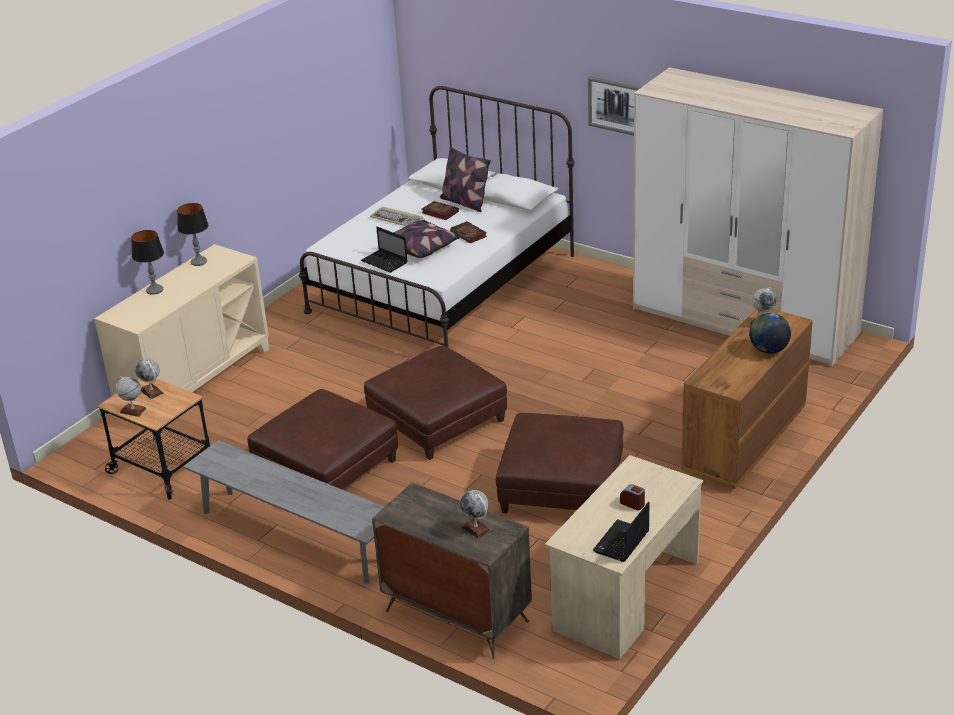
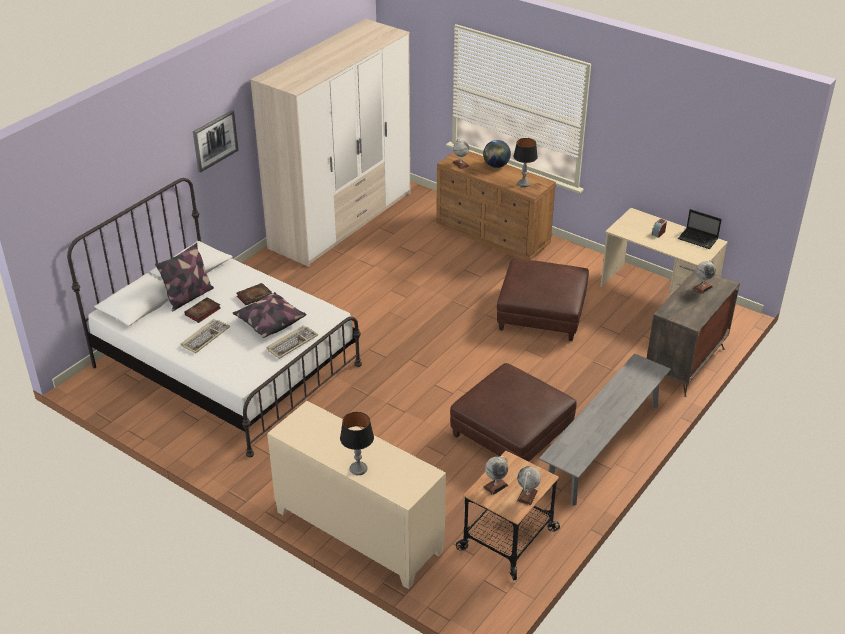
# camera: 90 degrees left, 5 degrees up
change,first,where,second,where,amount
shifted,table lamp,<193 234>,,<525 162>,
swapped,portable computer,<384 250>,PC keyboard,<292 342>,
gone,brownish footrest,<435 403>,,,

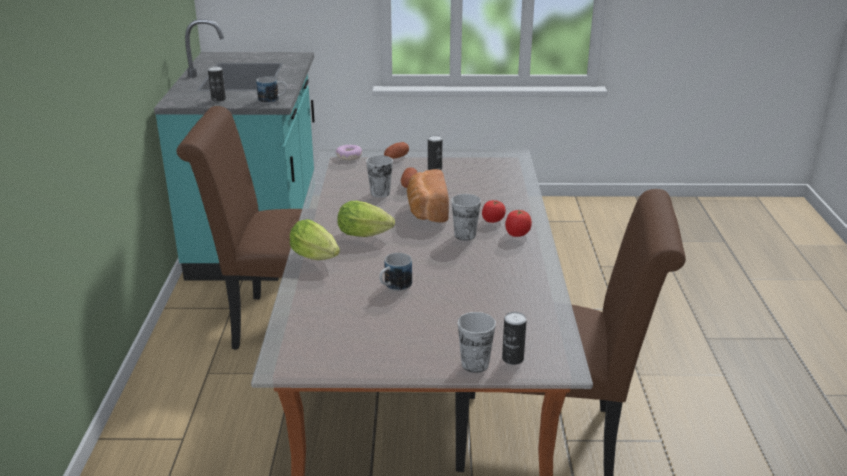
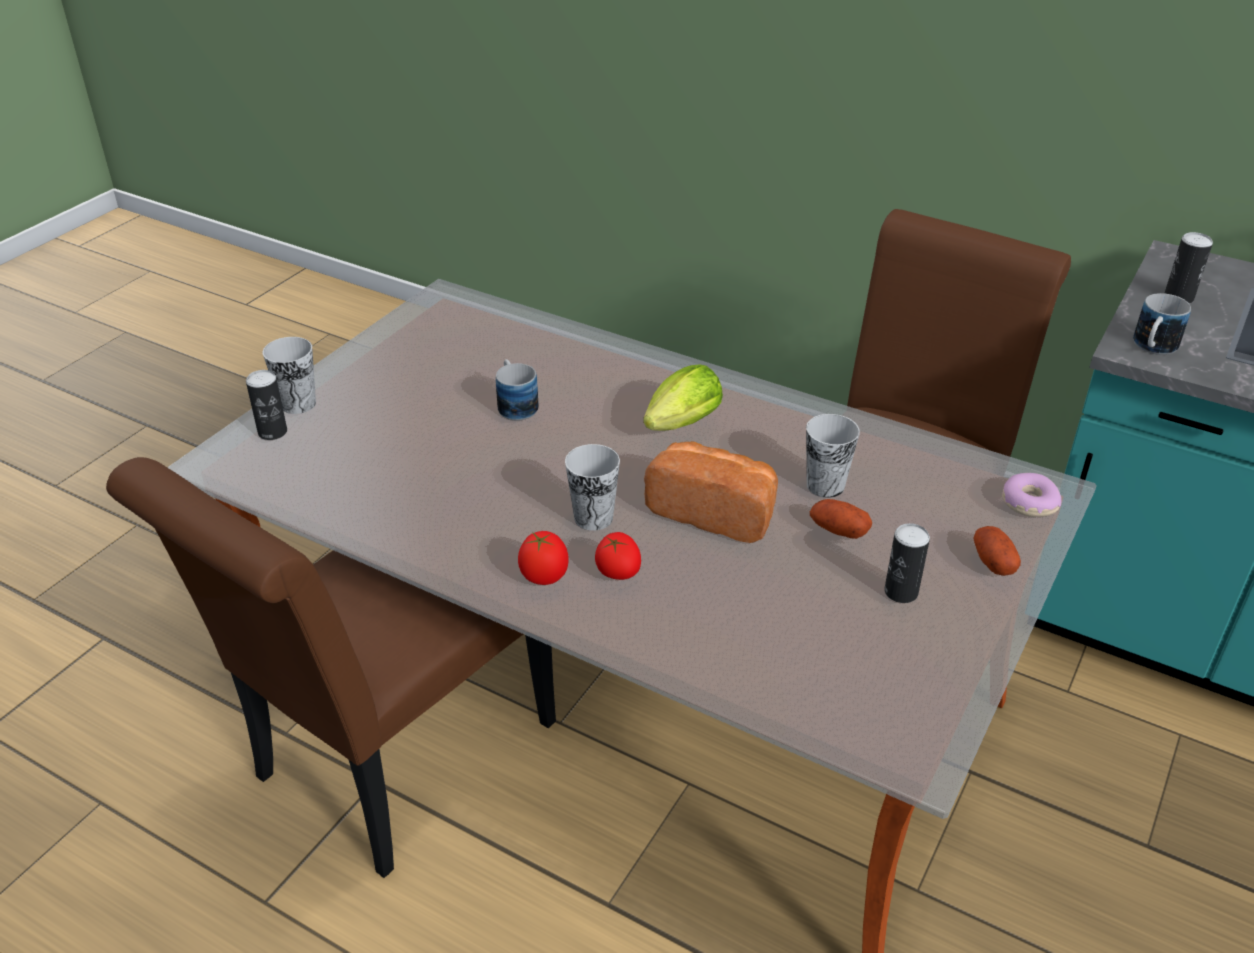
# camera: 120 degrees right, 10 degrees up
change,first,where,second,where,amount
gone,lettuce head,<315 239>,,,

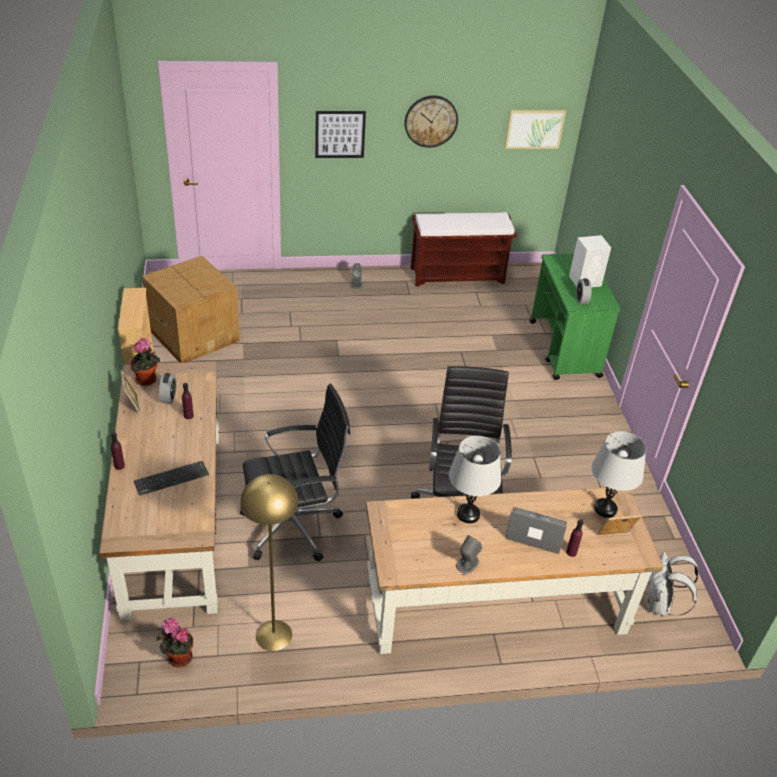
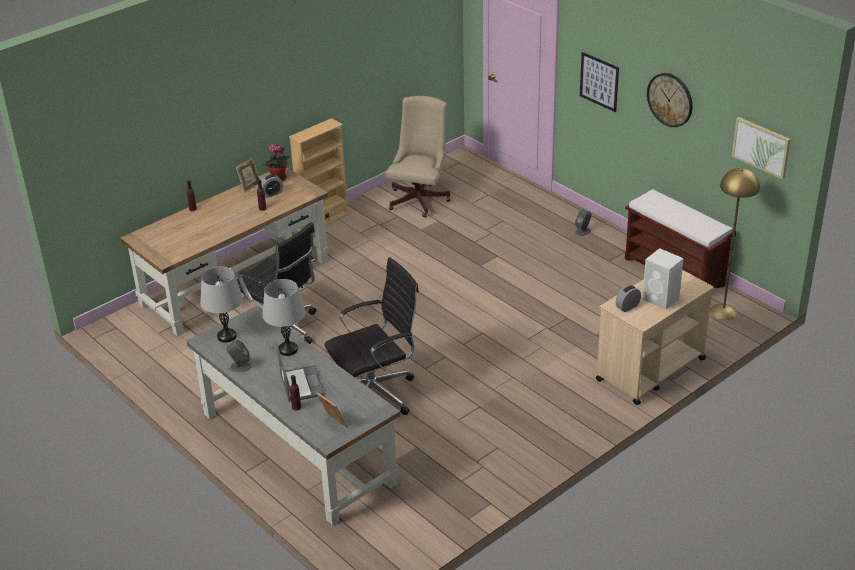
# camera: 60 degrees right, 5 degrees down
change,first,where,second,where,amount
gone,PC keyboard,<171 478>,,,
swapped,carton,<191 309>,beige-coloured desk chair,<418 156>,
gone,plant in a pot,<174 643>,,,
shifted,yellow standing lamp,<269 562>,,<735 244>,
repainted,brownish desk table,<514 570>,greyish desk table,<293 415>,
repainted,greenish wheeled cart,<574 317>,beige-coloured wheeled cart,<655 337>,
shifted,greyish table lamp,<619 474>,,<221 305>,
gone,white-coloured backpack,<673 584>,,,

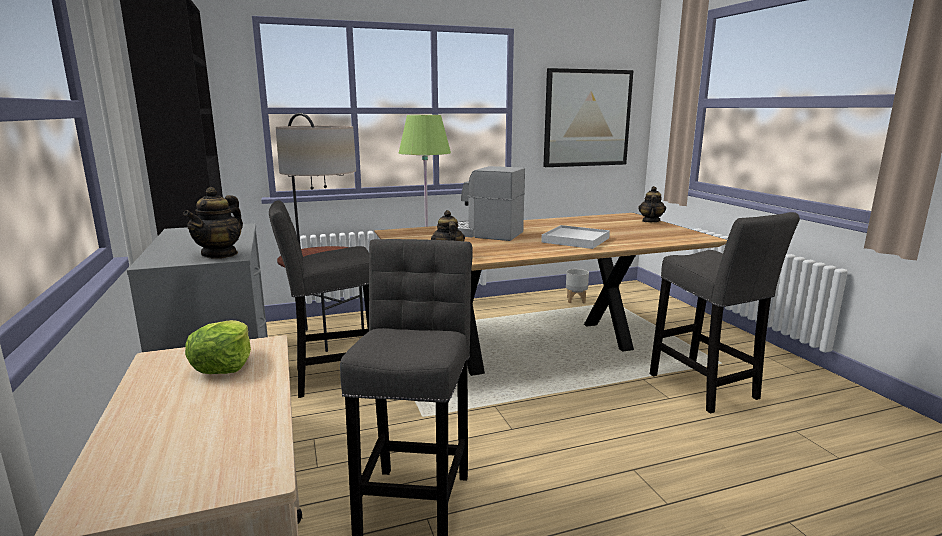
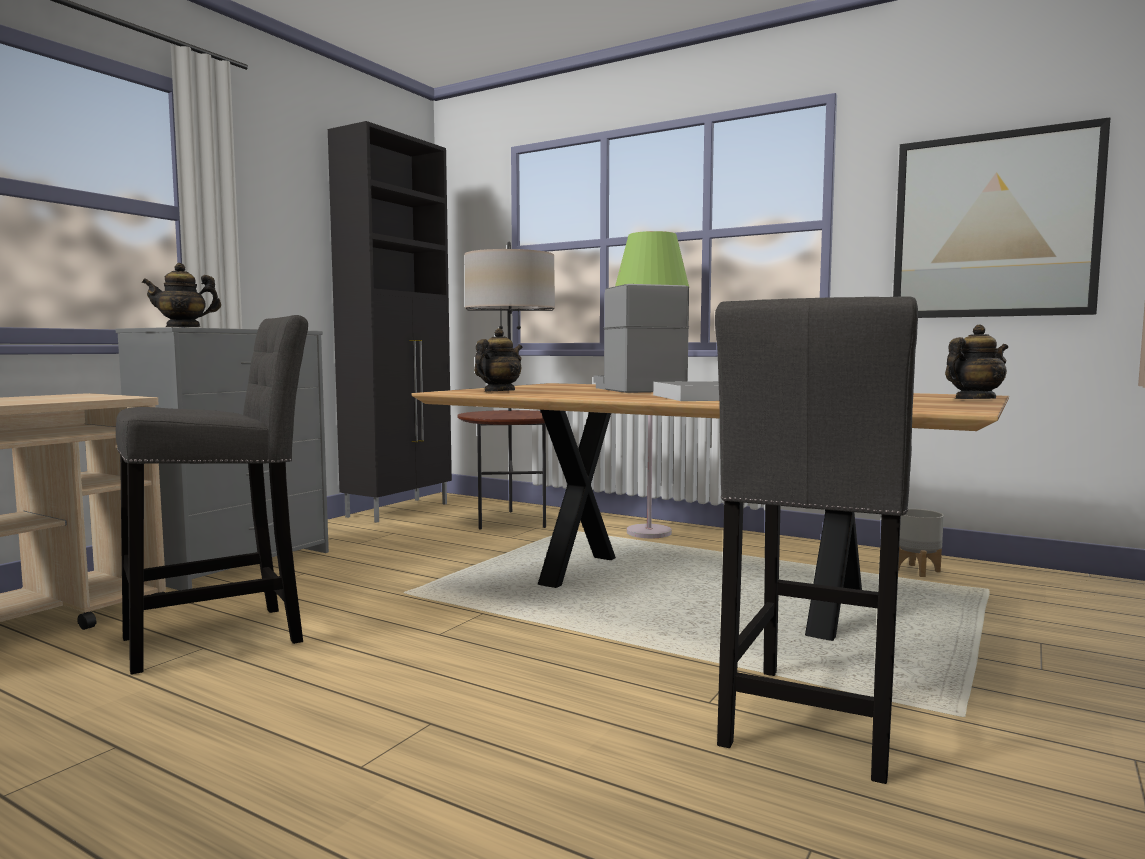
# camera: 50 degrees right, 10 degrees down
change,first,where,second,where,amount
gone,lettuce head,<218 347>,,,
gone,greyish stool,<319 299>,,,

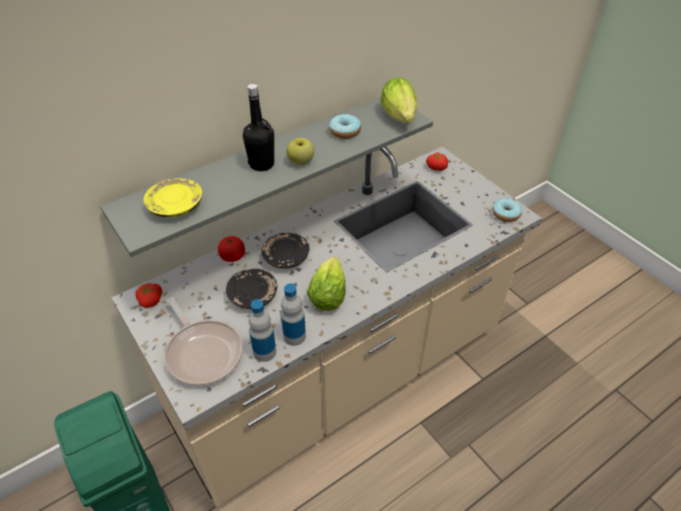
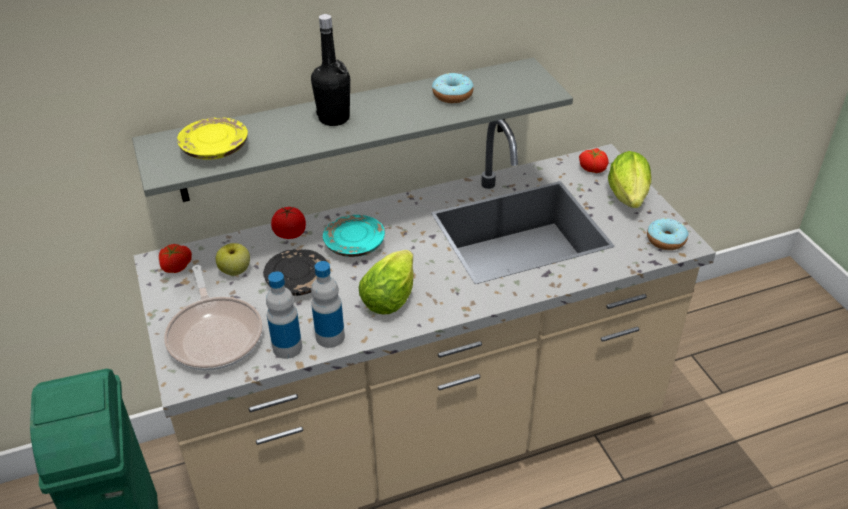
# camera: 15 degrees right, 5 degrees down
change,first,where,second,where,amount
repainted,black flat dish,<285 251>,turquoise-coloured flat dish,<354 236>,
shifted,whole apple,<300 151>,,<233 259>,
shifted,lettuce head,<399 100>,,<629 179>,

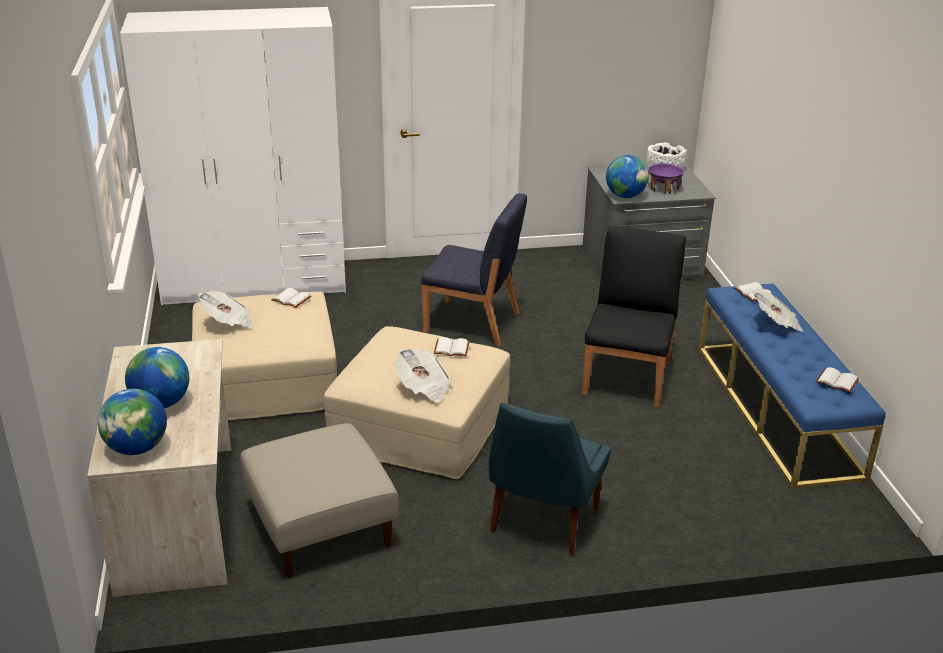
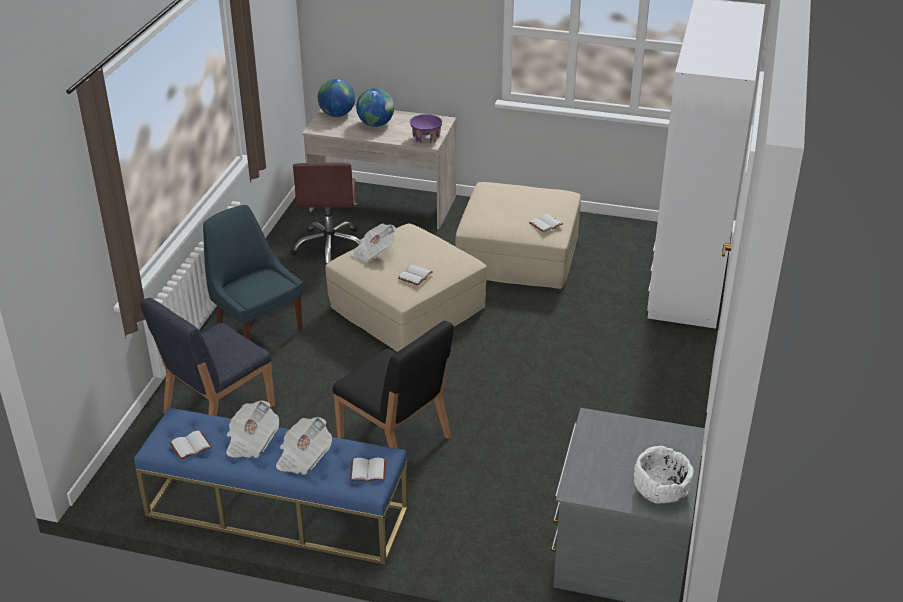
# camera: 115 degrees right, 5 degrees up
change,first,where,second,where,amount
shifted,newspaper,<225 309>,,<252 429>,
swapped,beige-coloured footrest,<319 500>,brownish desk chair,<325 215>,
shifted,bluish plain chair,<474 269>,,<207 357>,
gone,desk globe,<627 176>,,,
shifted,purple-coloured bowl,<666 178>,,<426 128>,

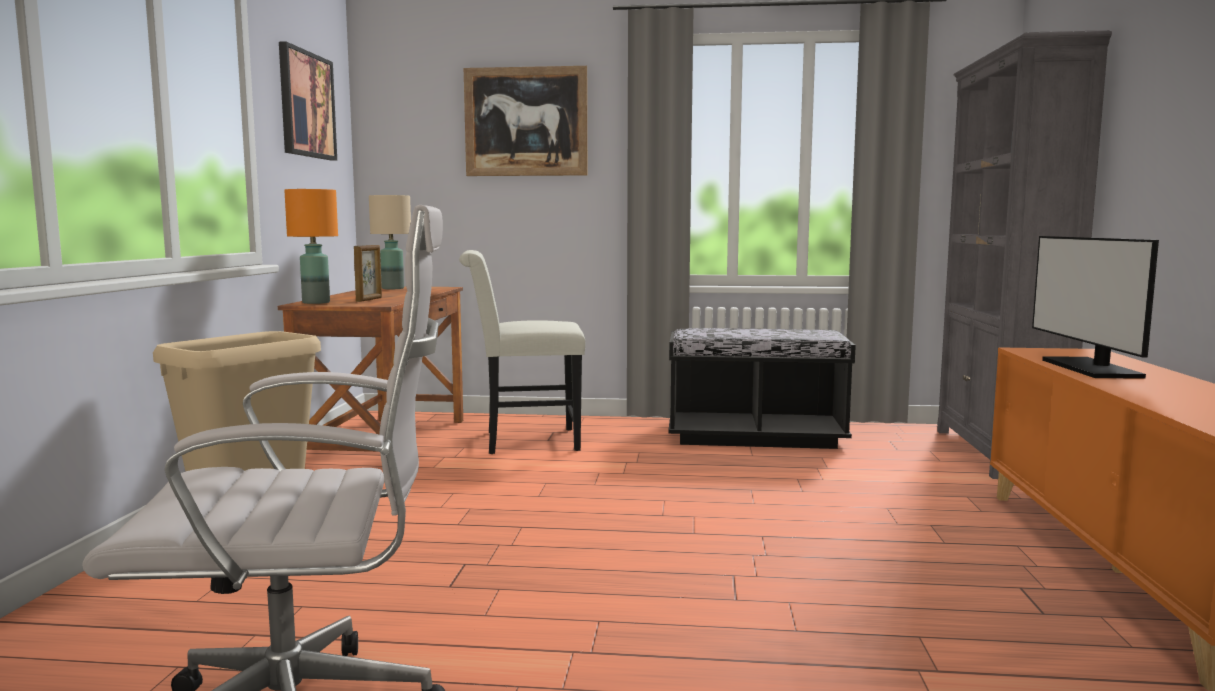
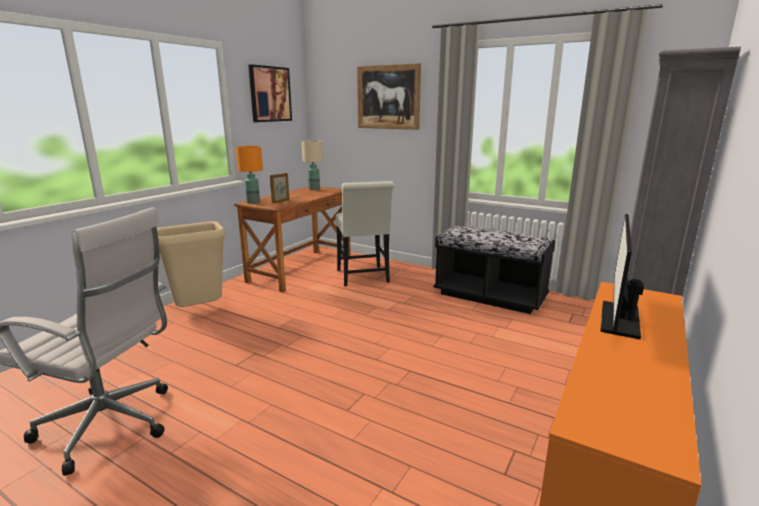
# camera: 25 degrees right, 10 degrees up
change,first,where,second,where,amount
rotated,white-coloured plain chair,<522 352>,,<365 233>,120 degrees counterclockwise

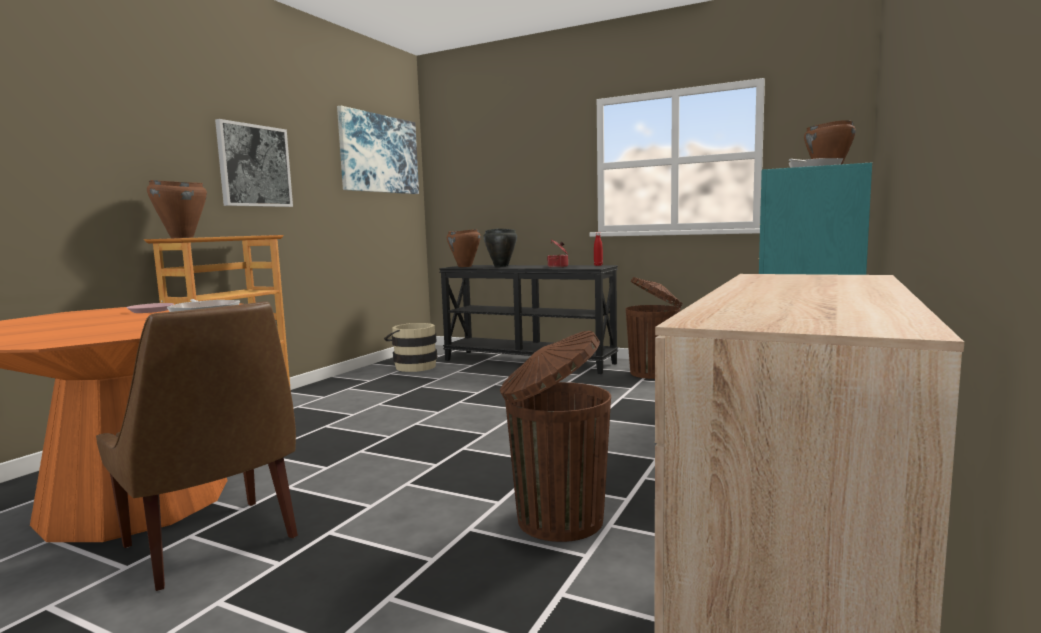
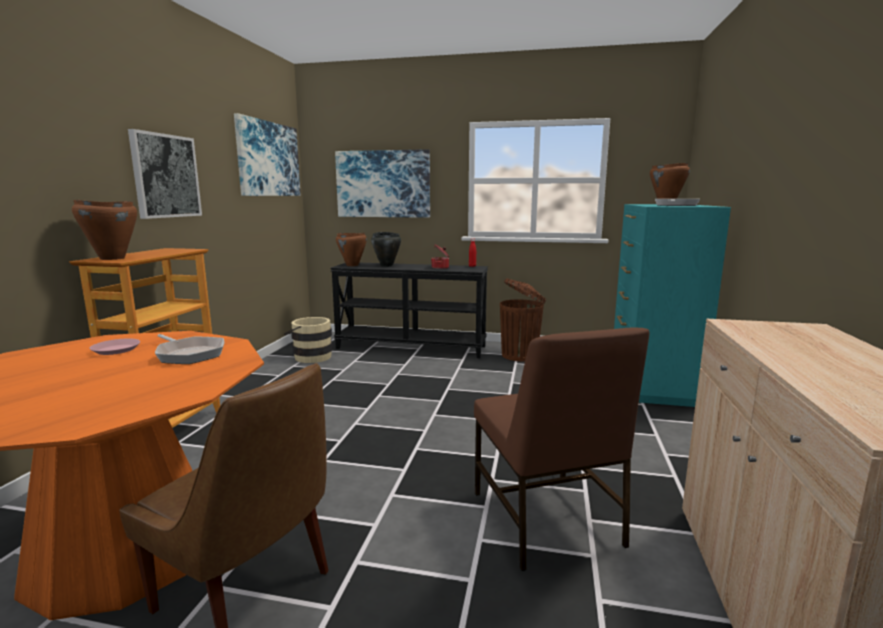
# camera: 15 degrees left, 5 degrees up
change,first,where,second,where,amount
swapped,brownish rubbish bin,<555 436>,brownish plain chair,<561 449>,
new,,,wall art,<382 183>,

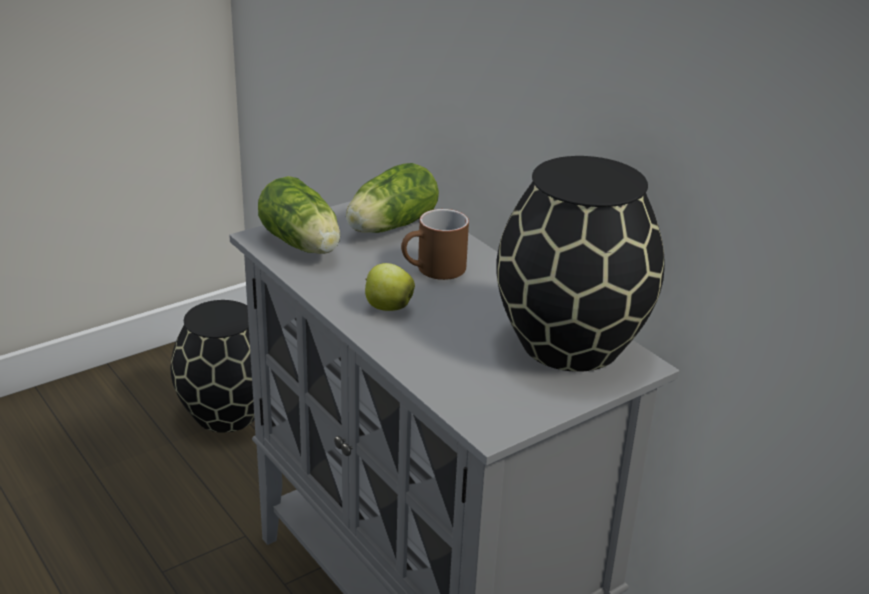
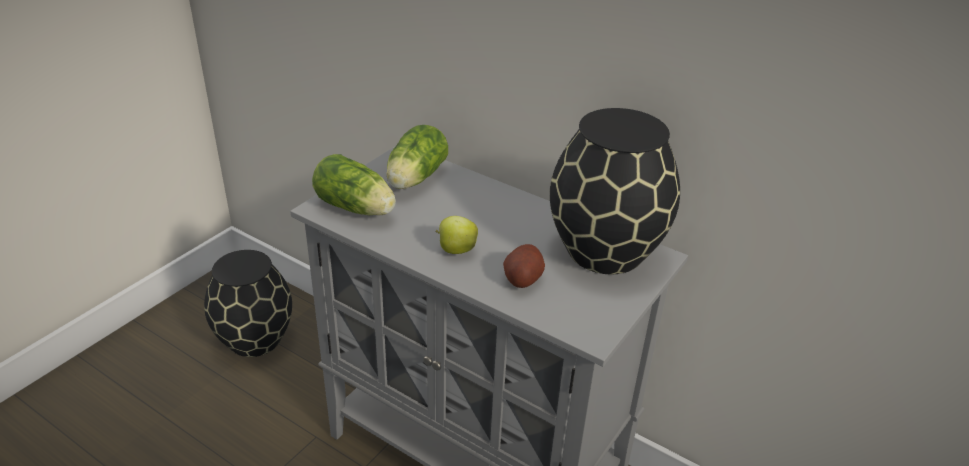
# camera: 20 degrees left, 5 degrees up
change,first,where,second,where,amount
gone,brownish tea mug,<435 244>,,,
new,,,whole potato,<524 266>,

